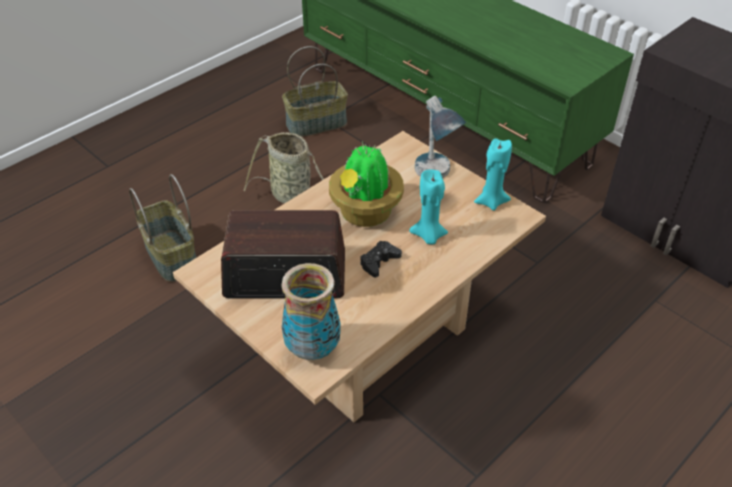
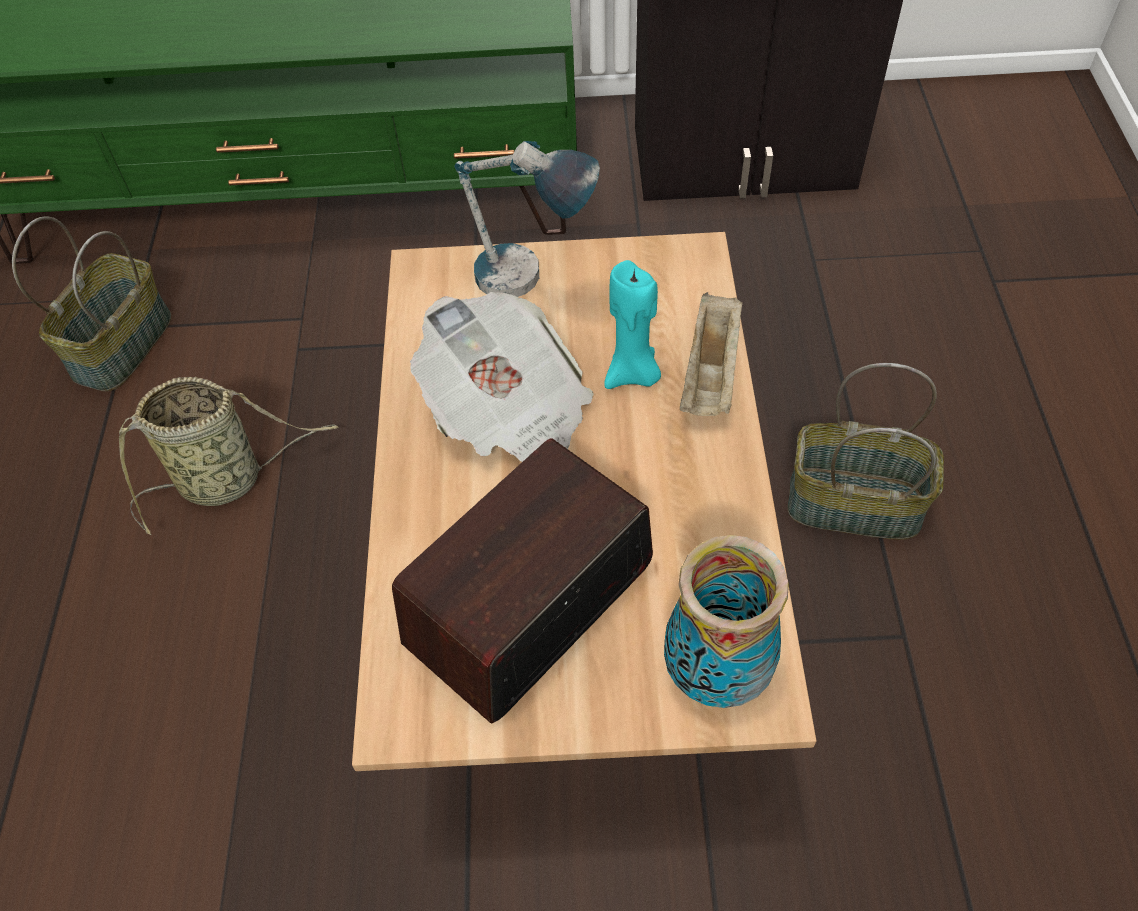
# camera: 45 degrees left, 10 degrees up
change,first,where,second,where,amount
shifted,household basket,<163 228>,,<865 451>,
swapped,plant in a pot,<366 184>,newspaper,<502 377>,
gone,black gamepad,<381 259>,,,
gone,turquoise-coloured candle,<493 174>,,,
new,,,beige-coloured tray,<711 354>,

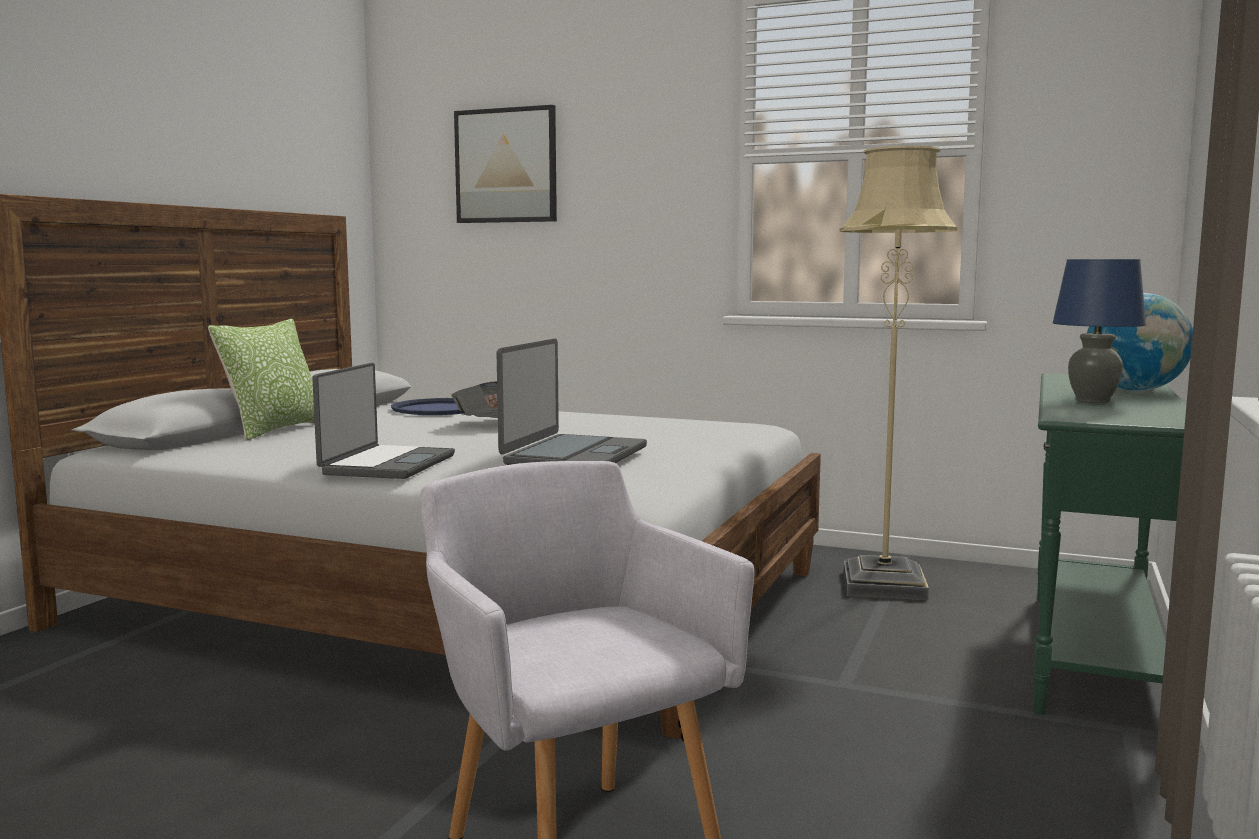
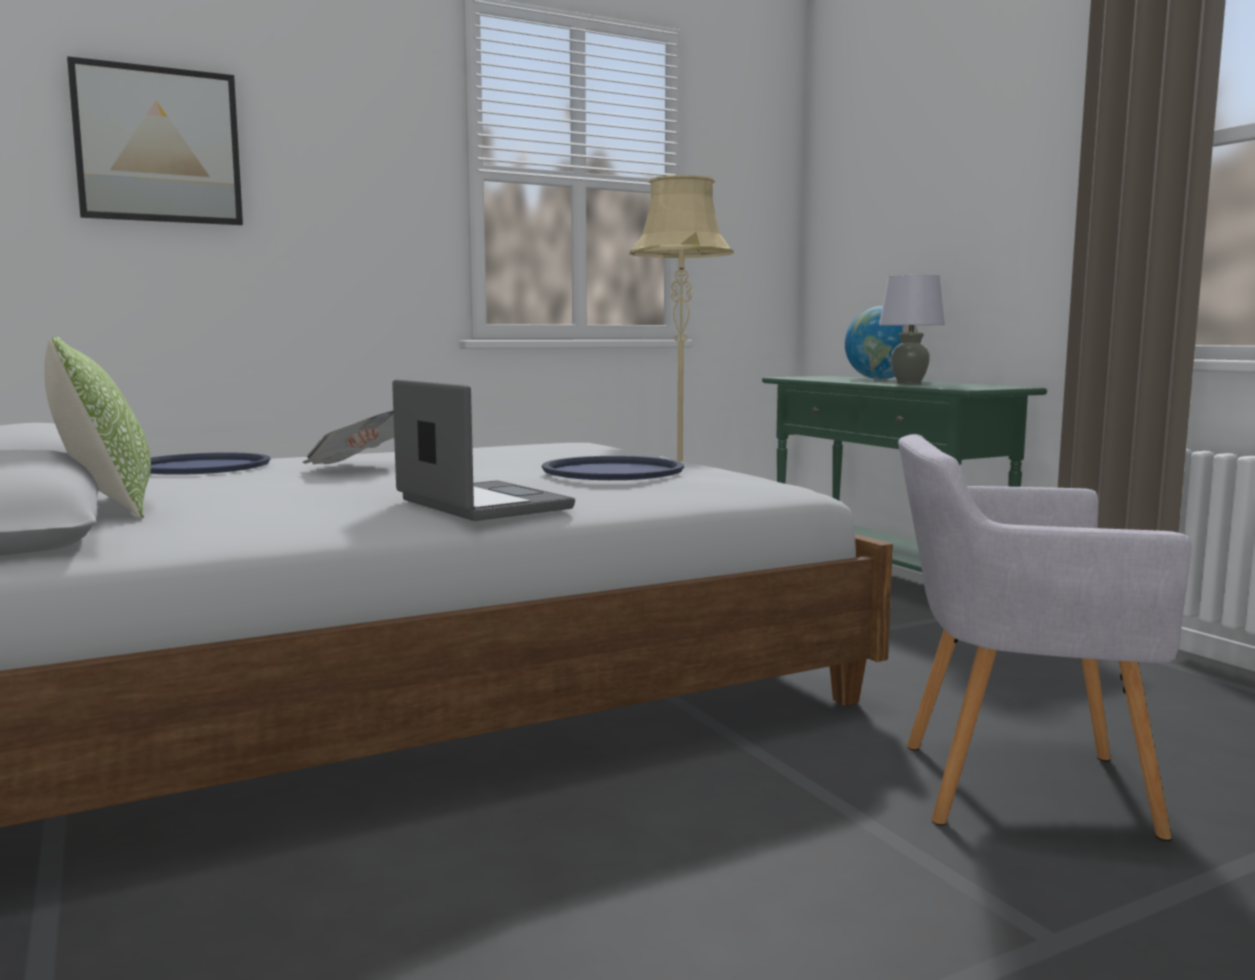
# camera: 50 degrees left, 0 degrees up
change,first,where,second,where,amount
swapped,portable computer,<572 401>,bluish tray,<613 468>,
repainted,bluish table lamp,<1099 331>,greyish table lamp,<912 329>,

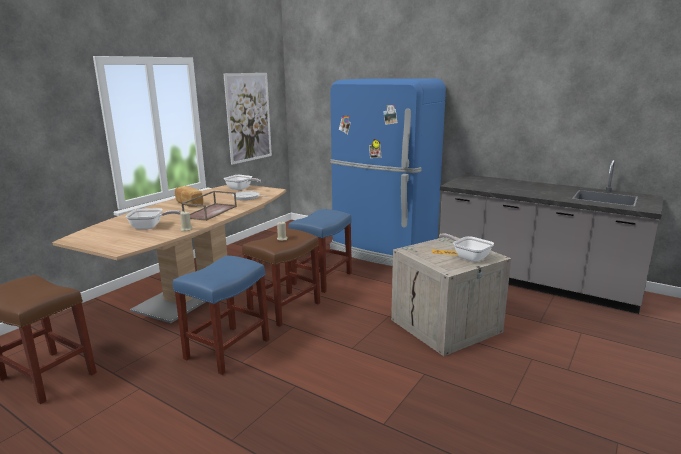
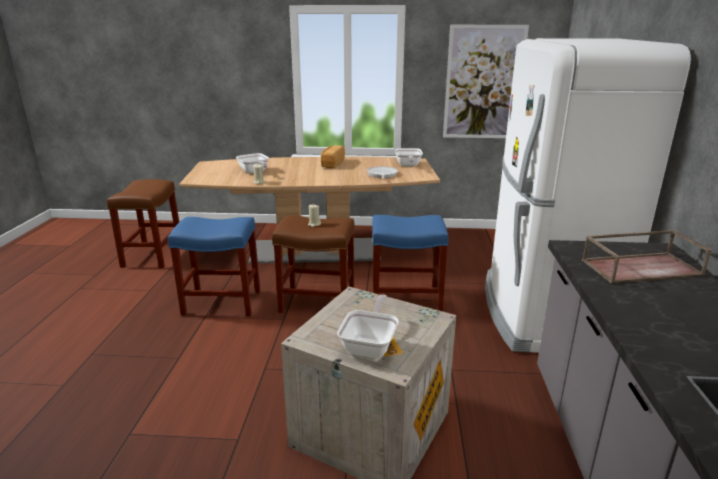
# camera: 60 degrees right, 5 degrees up
change,first,where,second,where,amount
shifted,brownish tray,<209 206>,,<647 257>,
repainted,bluish refrigerator,<388 172>,white-coloured refrigerator,<588 195>,

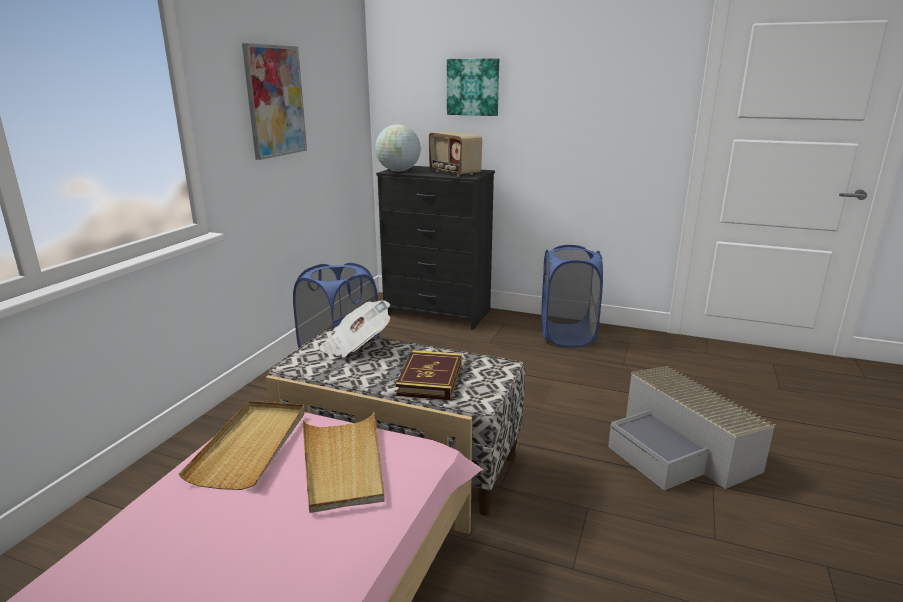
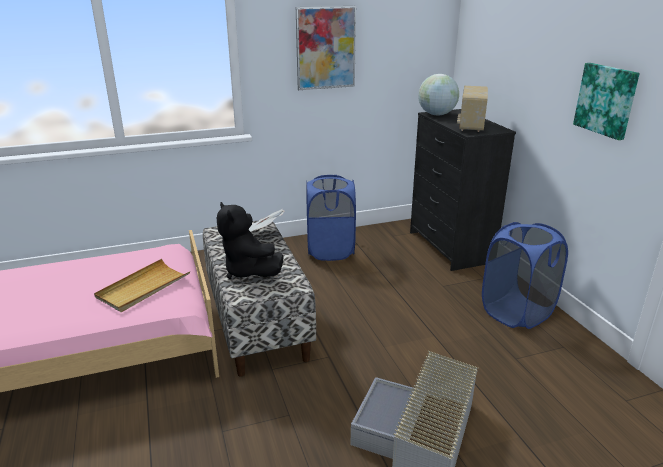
# camera: 50 degrees right, 5 degrees up
change,first,where,second,where,amount
gone,beige-coloured tray,<242 445>,,,
swapped,volume,<429 375>,black plush toy,<250 240>,
shifted,wall art,<473 87>,,<606 101>,

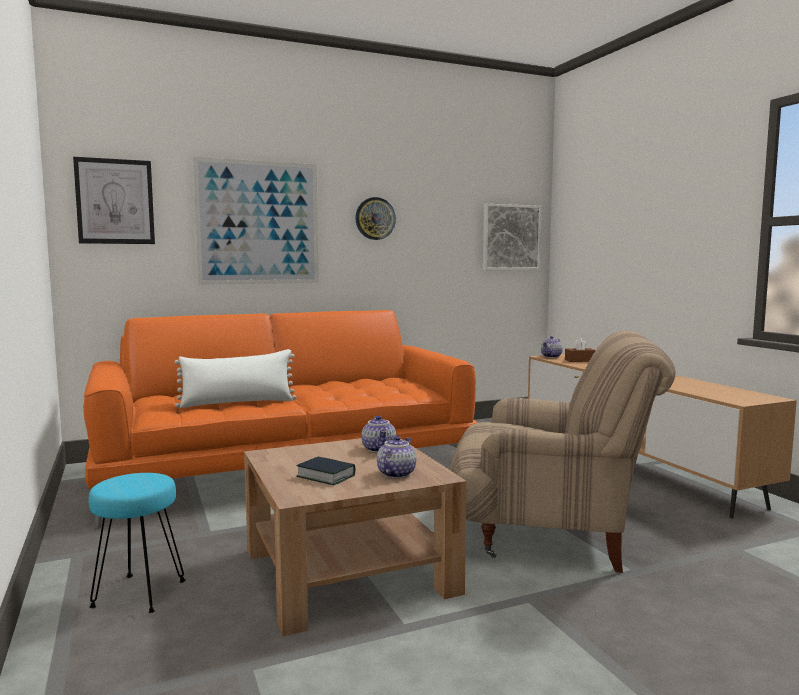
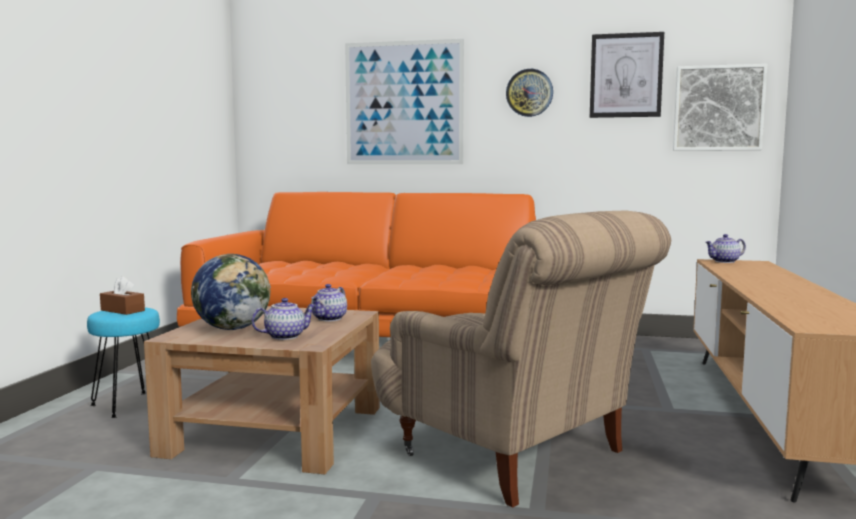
# camera: 35 degrees right, 0 degrees up
change,first,where,second,where,amount
shifted,wall art,<114 200>,,<627 75>,
gone,white-coloured throw pillow,<235 378>,,,
swapped,volume,<326 471>,desk globe,<231 292>,
shifted,brownish tissue box,<580 350>,,<122 295>,

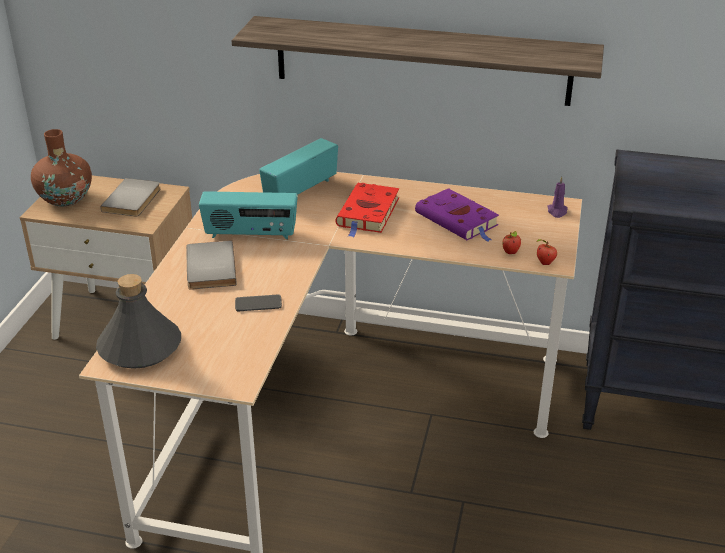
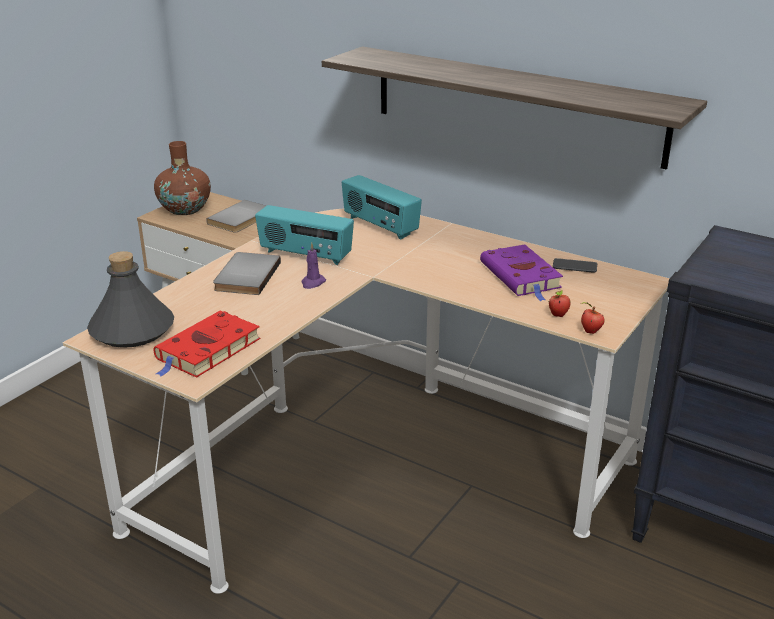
# camera: 20 degrees right, 5 degrees down
change,first,where,second,where,amount
shifted,handset,<258 303>,,<575 265>,
rotated,radio set,<298 166>,,<382 207>,105 degrees counterclockwise
shifted,red-coloured volume,<367 210>,,<207 344>,
shifted,purple-coloured candle,<557 197>,,<313 265>,

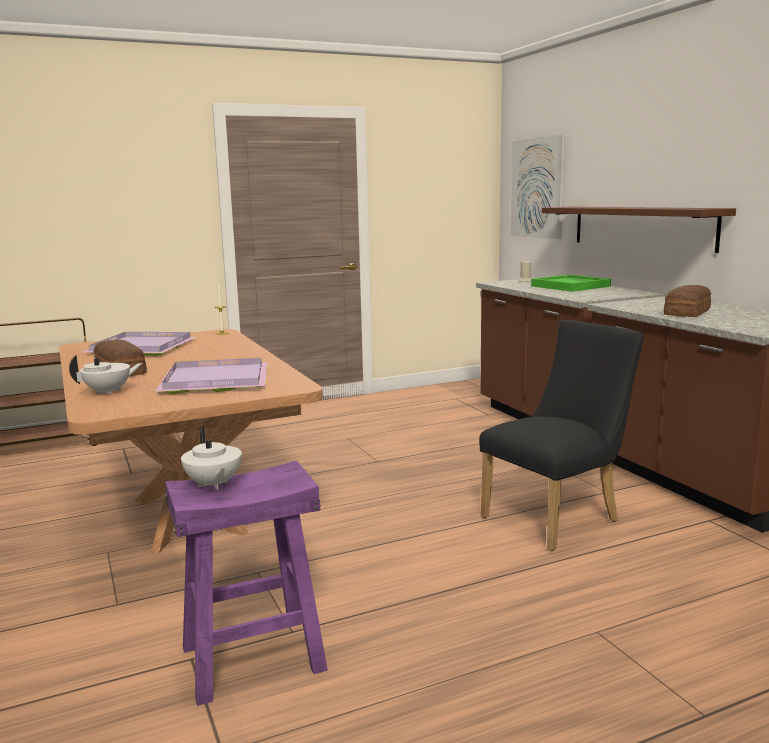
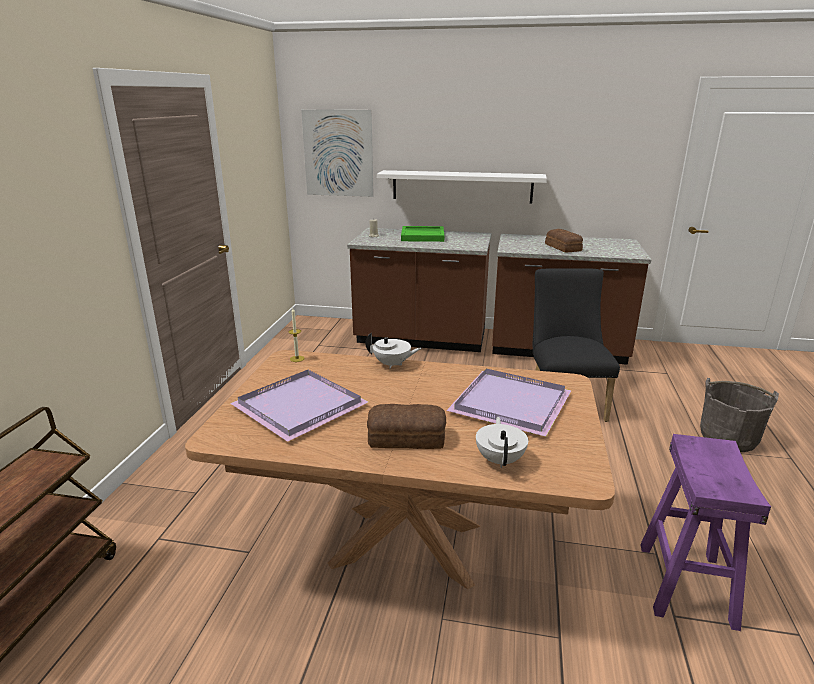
# camera: 55 degrees left, 10 degrees up
change,first,where,second,where,amount
shifted,white-coloured teapot,<211 458>,,<393 350>,
repainted,brownish shelf,<639 230>,white-coloured shelf,<462 186>,
new,,,greyish bucket,<739 415>,

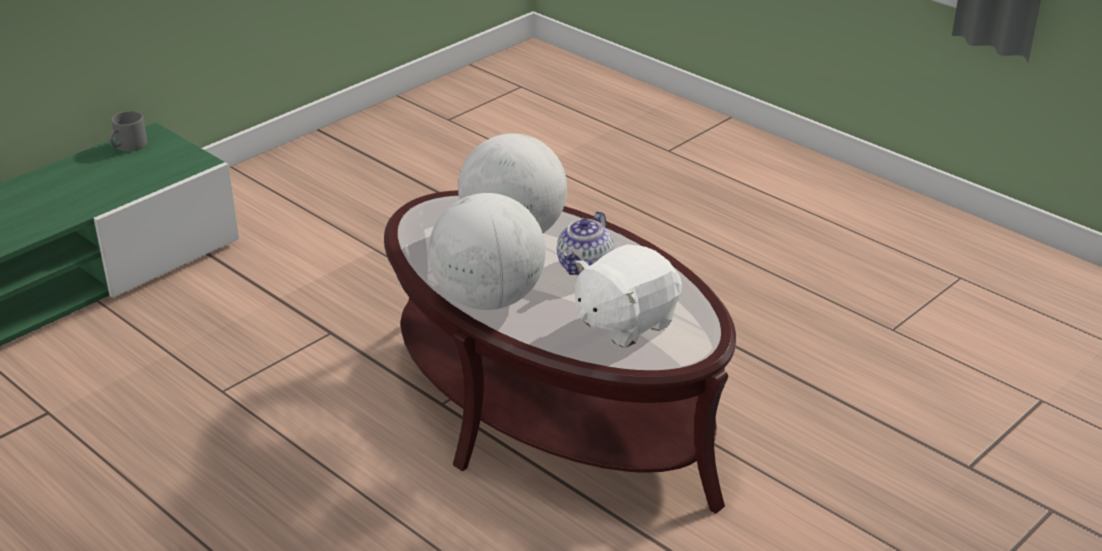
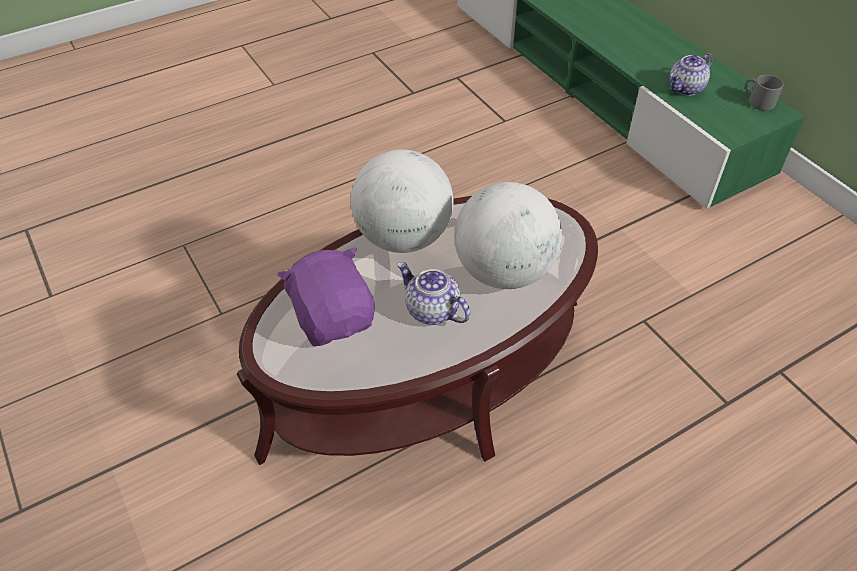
# camera: 105 degrees right, 15 degrees up
change,first,where,second,where,amount
repainted,white-coloured plush toy,<628 296>,purple-coloured plush toy,<326 296>,
new,,,teapot,<691 74>,

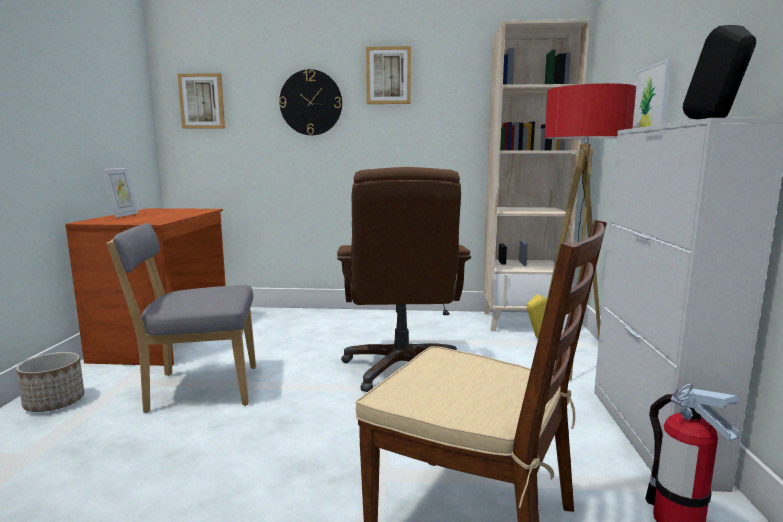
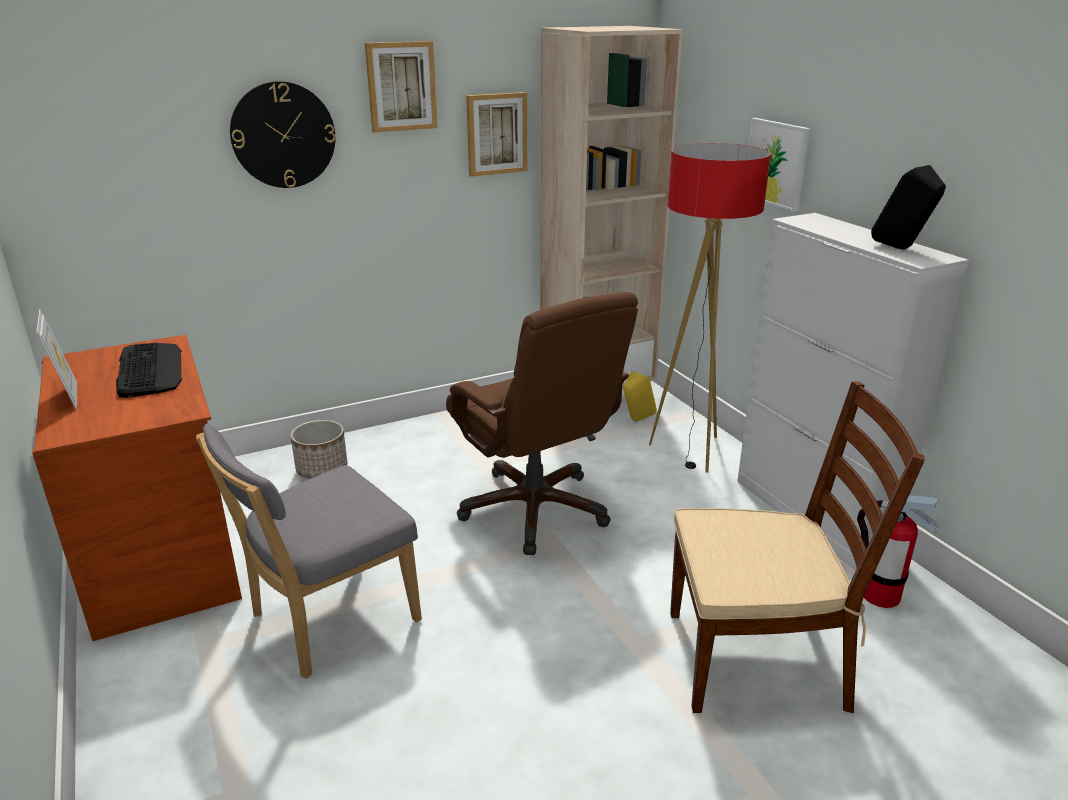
# camera: 30 degrees left, 15 degrees up
change,first,where,second,where,amount
shifted,plant pot,<50 382>,,<318 449>,
shifted,wall art,<201 101>,,<496 134>,
new,,,PC keyboard,<149 370>,

